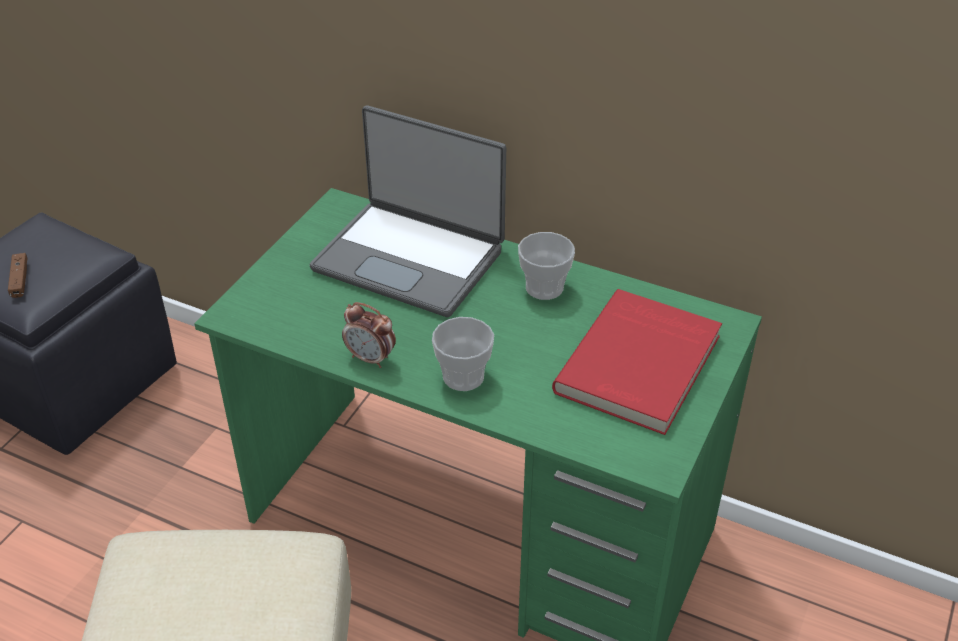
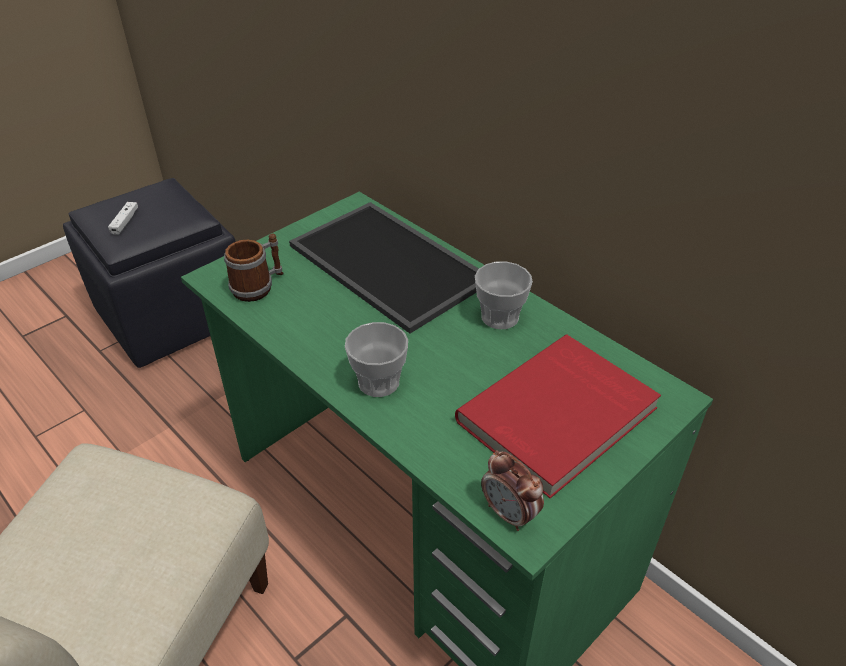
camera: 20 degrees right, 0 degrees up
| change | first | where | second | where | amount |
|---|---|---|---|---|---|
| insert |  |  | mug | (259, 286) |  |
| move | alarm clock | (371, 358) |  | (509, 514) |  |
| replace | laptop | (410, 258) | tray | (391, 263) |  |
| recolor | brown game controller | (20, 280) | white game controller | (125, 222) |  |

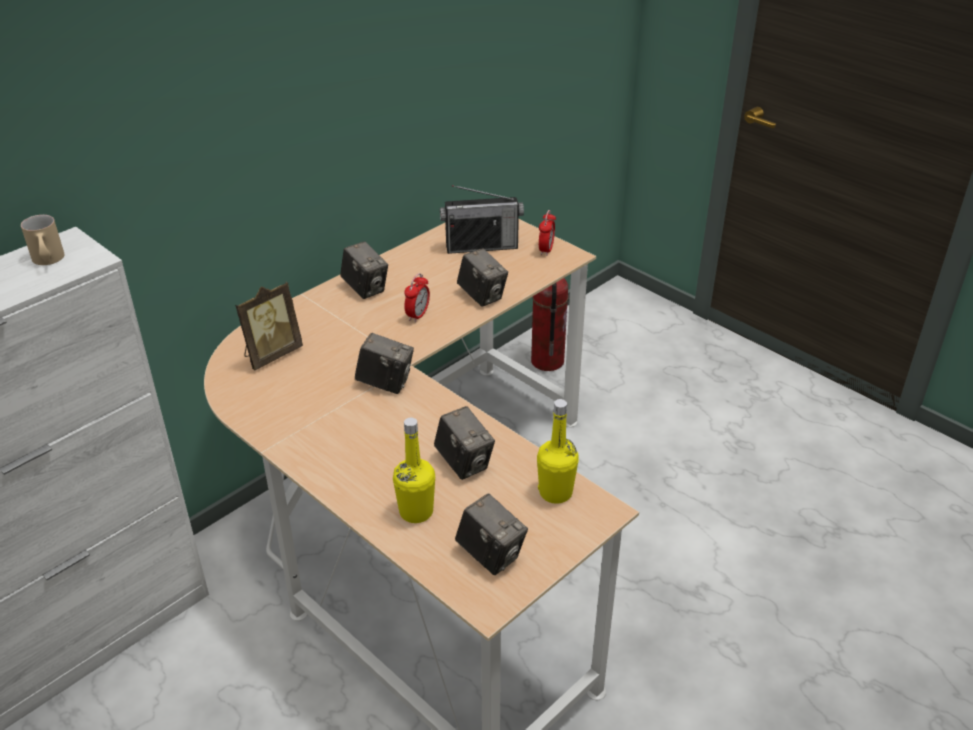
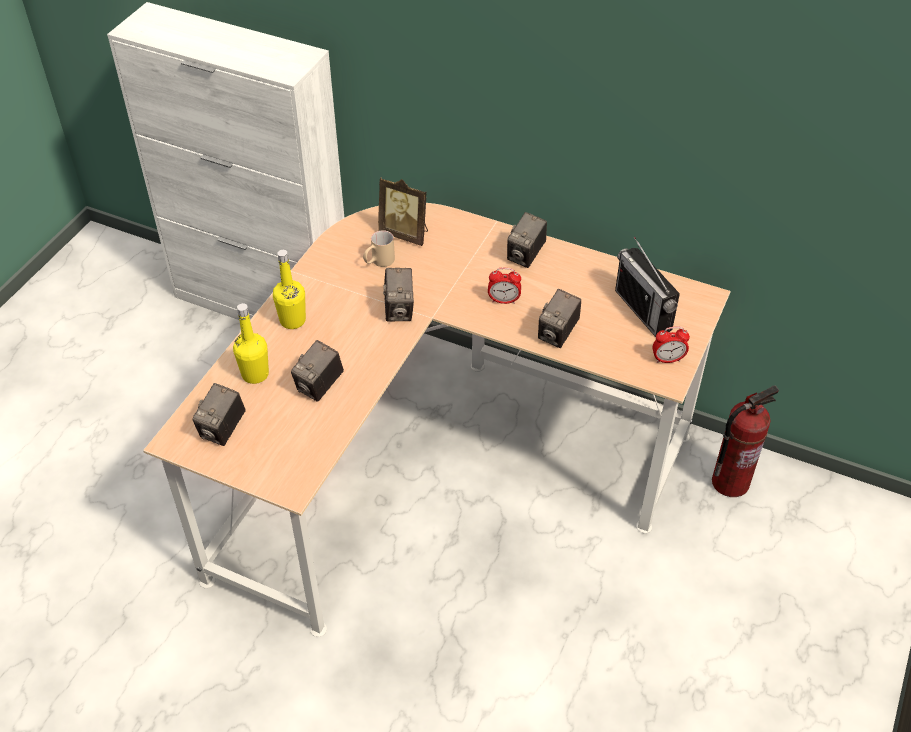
camera: 70 degrees right, 10 degrees up
| change | first | where | second | where | amount |
|---|---|---|---|---|---|
| move | beige mug | (48, 261) |  | (378, 262) |  |
| move | yellow bottle | (555, 492) |  | (292, 320) |  |

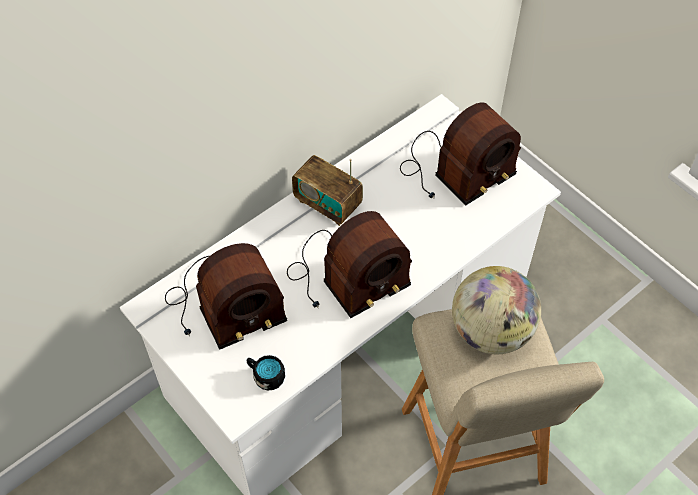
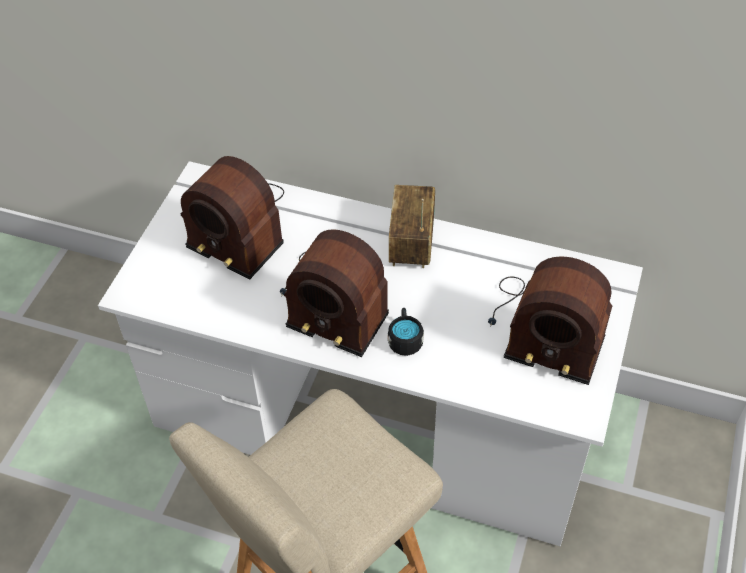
camera: 60 degrees right, 5 degrees down
| change | first | where | second | where | amount |
|---|---|---|---|---|---|
| delete | globe | (491, 331) |  |  |  |
| move | black mug | (265, 376) |  | (405, 339) |  |

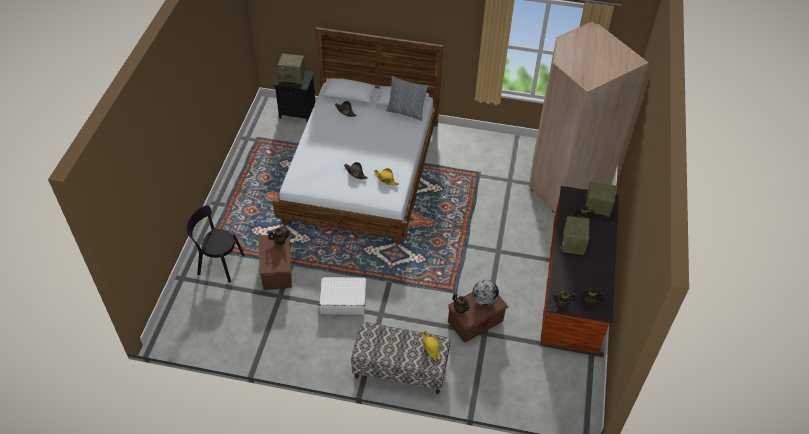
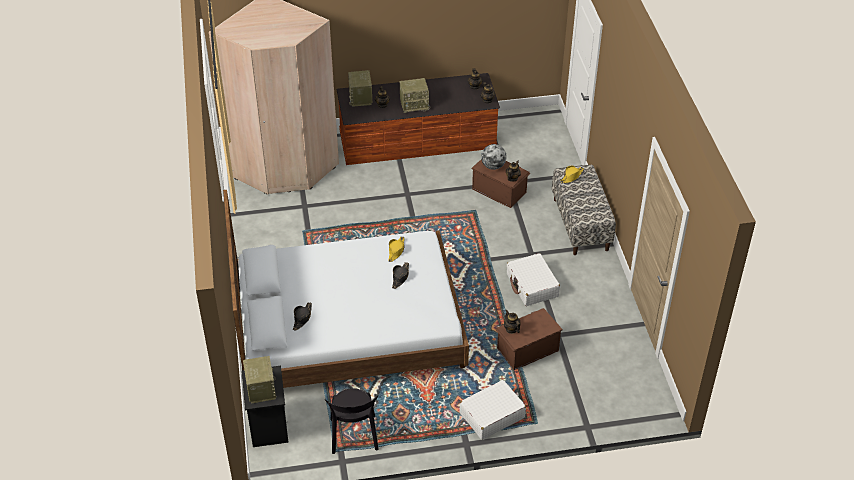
camera: 110 degrees left, 5 degrees down
| change | first | where | second | where | amount |
|---|---|---|---|---|---|
| delete | pillow | (406, 112) |  |  |  |
| insert |  |  | white suitcase | (491, 415) |  |
| move | black chair | (218, 264) |  | (354, 436) |  |

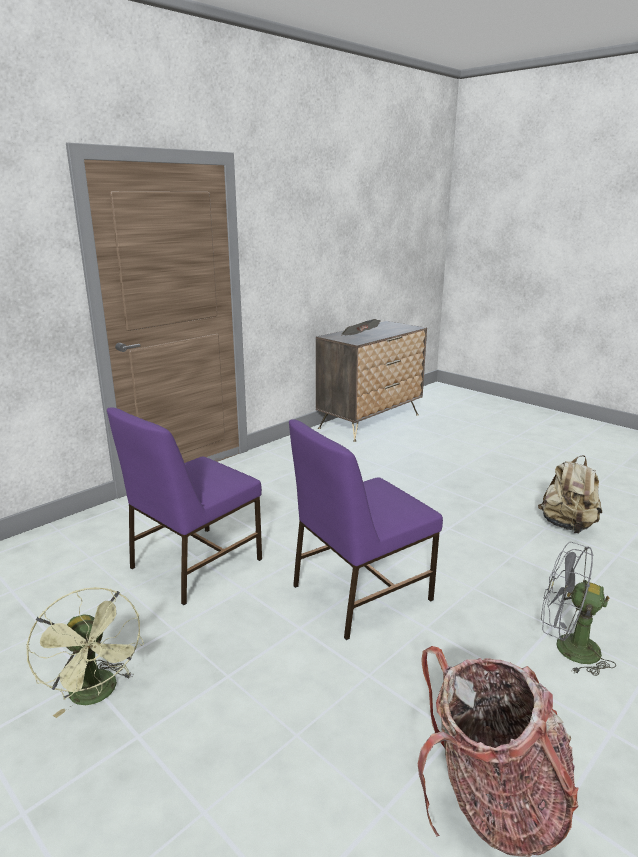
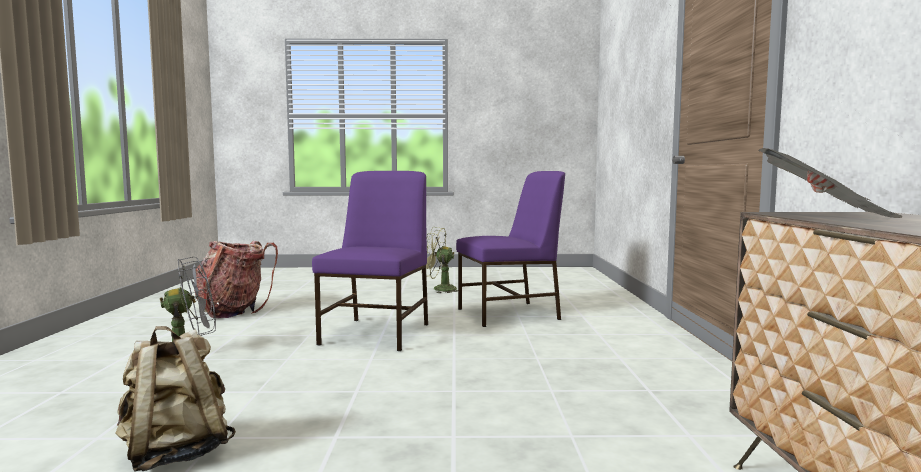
camera: 135 degrees right, 15 degrees down
| change | first | where | second | where | amount |
|---|---|---|---|---|---|
| rotate | purple chair | (193, 564) |  | (510, 314) | 75 degrees clockwise |

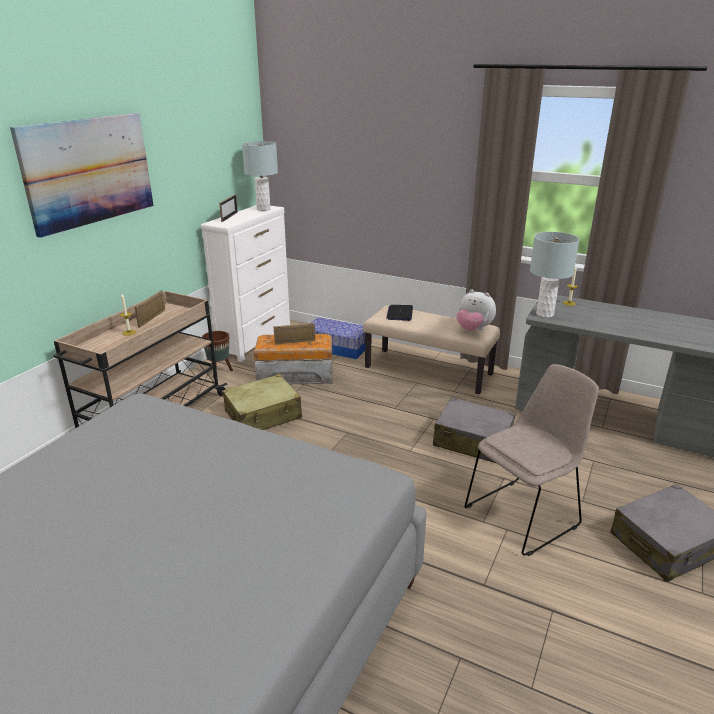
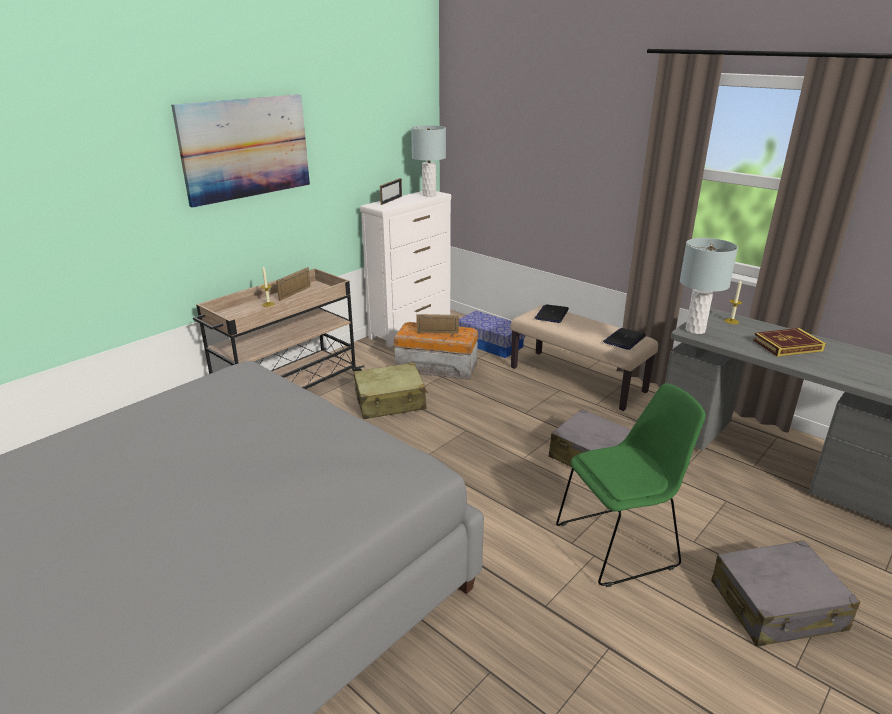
camera: 15 degrees right, 0 degrees up
| change | first | where | second | where | amount |
|---|---|---|---|---|---|
| delete | brown planter | (219, 372) |  |  |  |
| insert |  |  | book | (787, 346) |  |
| replace | plush toy | (473, 329) | laptop | (624, 339) |  |
| recolor | beige chair | (524, 514) | green chair | (619, 544) |  |

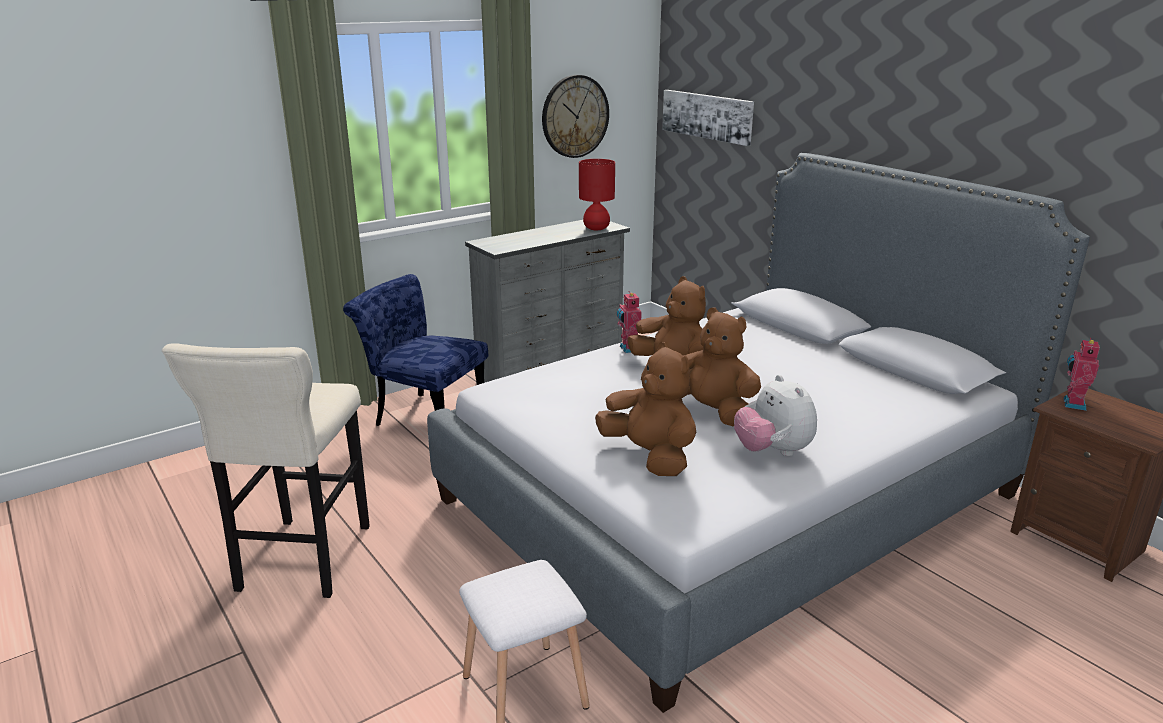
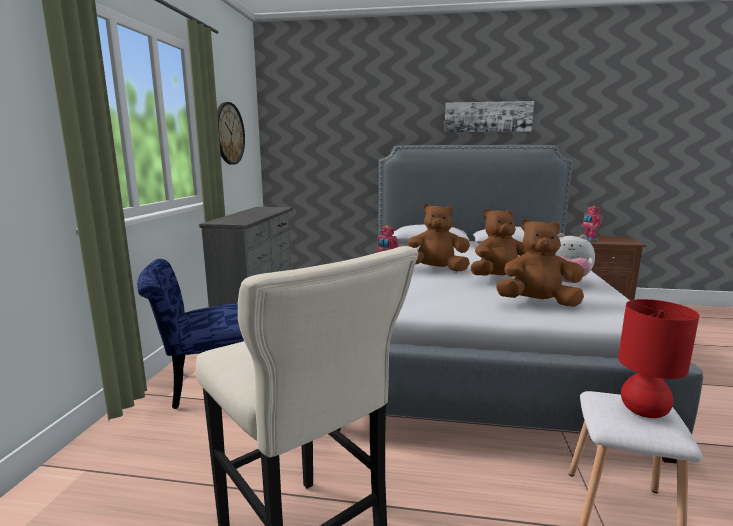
camera: 45 degrees left, 10 degrees down
| change | first | where | second | where | amount |
|---|---|---|---|---|---|
| move | red table lamp | (596, 228) |  | (643, 410) |  |
| move | picture | (707, 116) |  | (487, 117) |  |

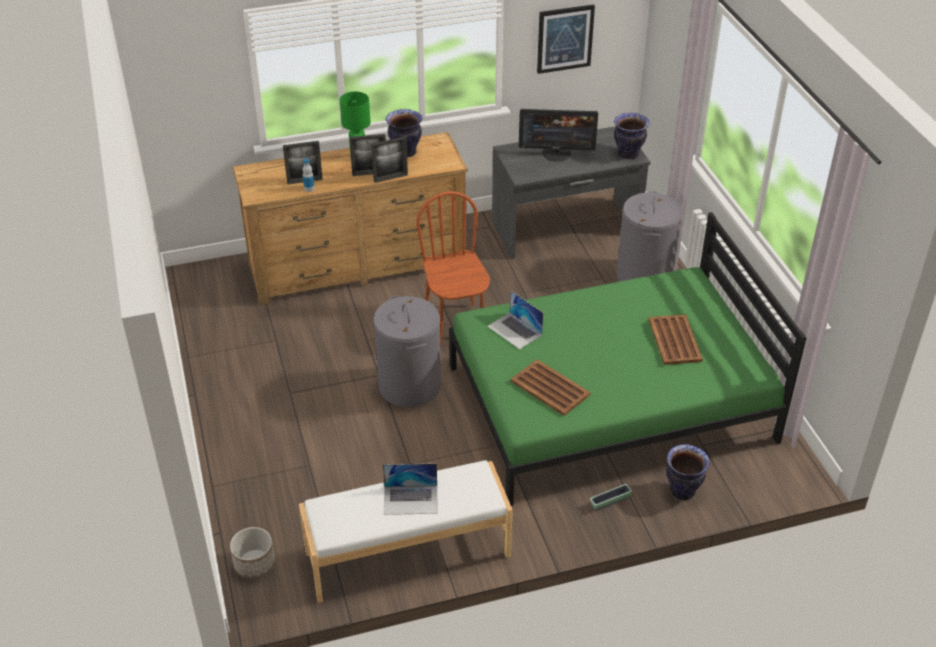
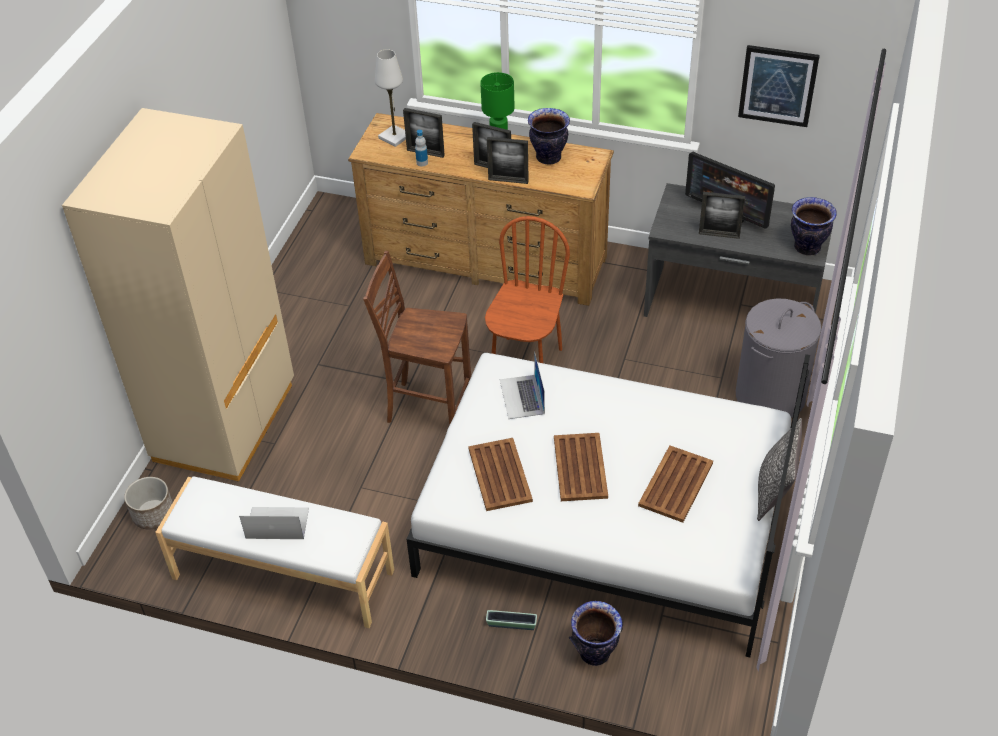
camera: 35 degrees right, 5 degrees up
| change | first | where | second | where | amount |
|---|---|---|---|---|---|
| insert |  |  | beige wardrobe | (225, 423) |  |
| insert |  |  | white table lamp | (394, 137) |  |
| insert |  |  | brown tray | (580, 467) |  |
| insert |  |  | picture frame | (719, 235) |  |
| insert |  |  | pillow | (774, 492) |  |
| replace | grey laundry basket | (409, 386) | brown chair | (427, 407) |  |
| recolor | green bed | (609, 403) | white bed | (605, 520) |  |
| rotate | laptop | (410, 500) |  | (277, 523) | 150 degrees clockwise |

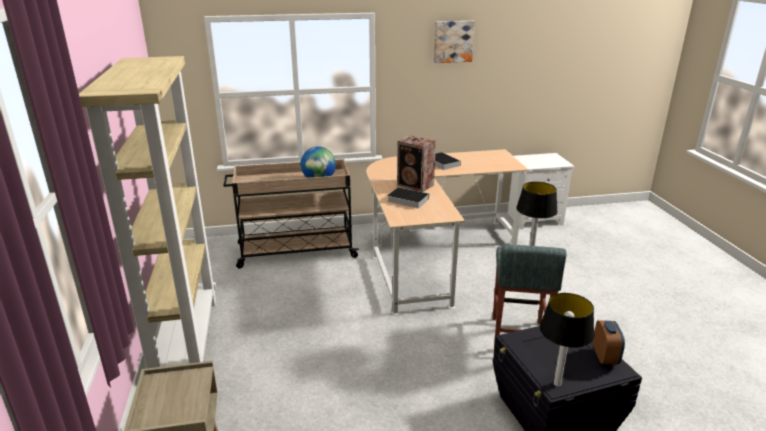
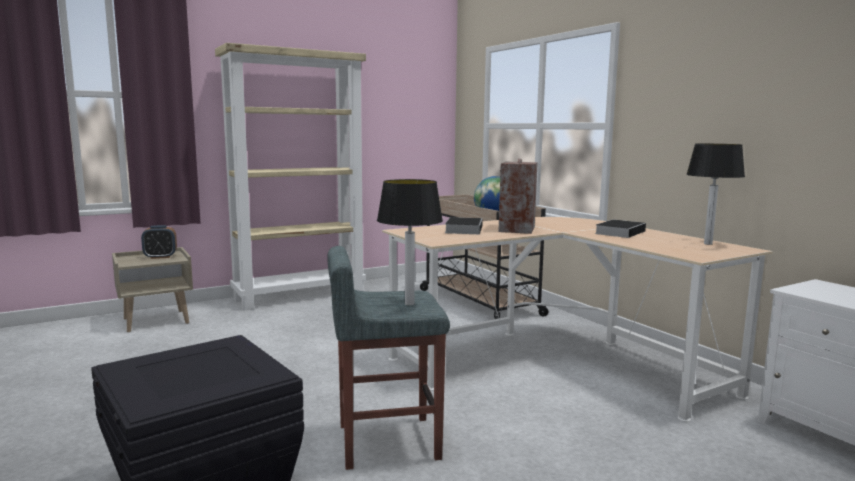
camera: 70 degrees right, 15 degrees down
| change | first | where | second | where | amount |
|---|---|---|---|---|---|
| delete | picture | (453, 41) |  |  |  |
| move | table lamp | (557, 383) |  | (708, 244) |  |
| move | alarm clock | (605, 357) |  | (160, 257) |  |

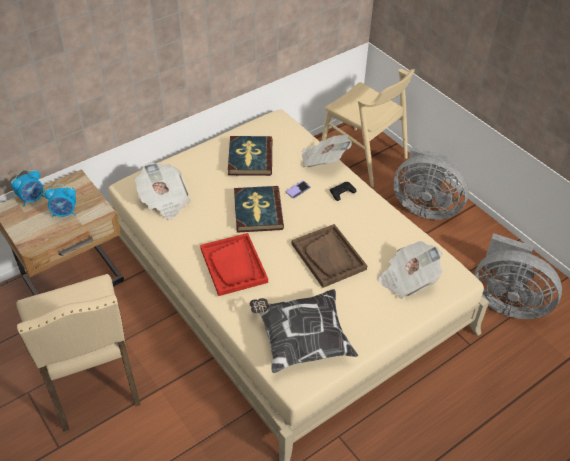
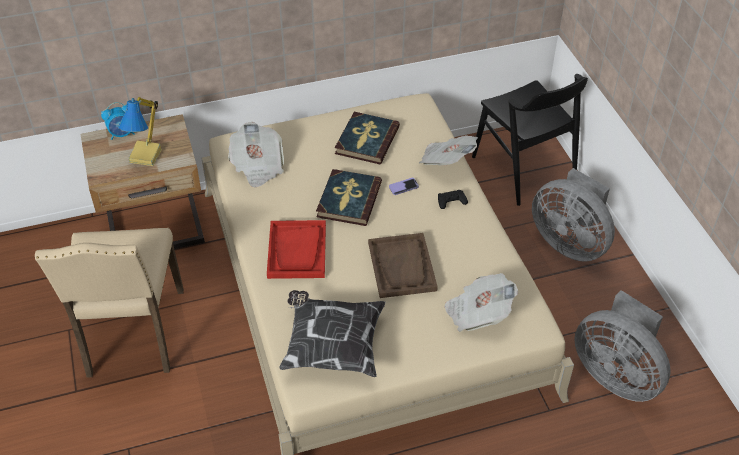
camera: 20 degrees right, 0 degrees up
| change | first | where | second | where | amount |
|---|---|---|---|---|---|
| replace | alarm clock | (65, 213) | table lamp | (147, 155) |  |
| recolor | beige chair | (363, 157) | black chair | (523, 169) |  |

